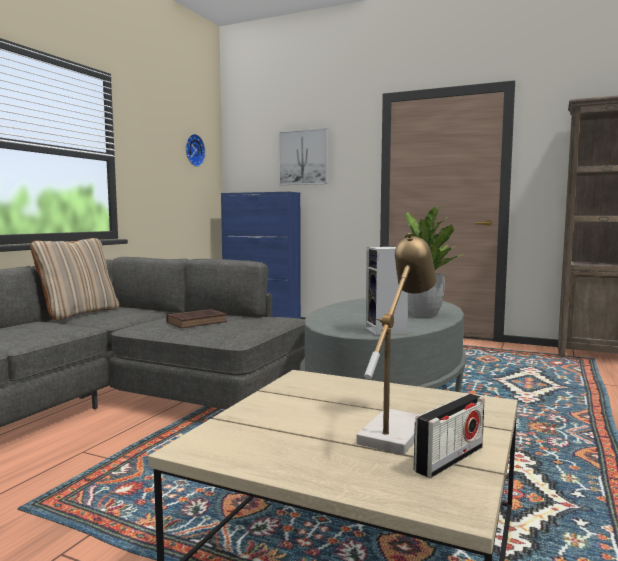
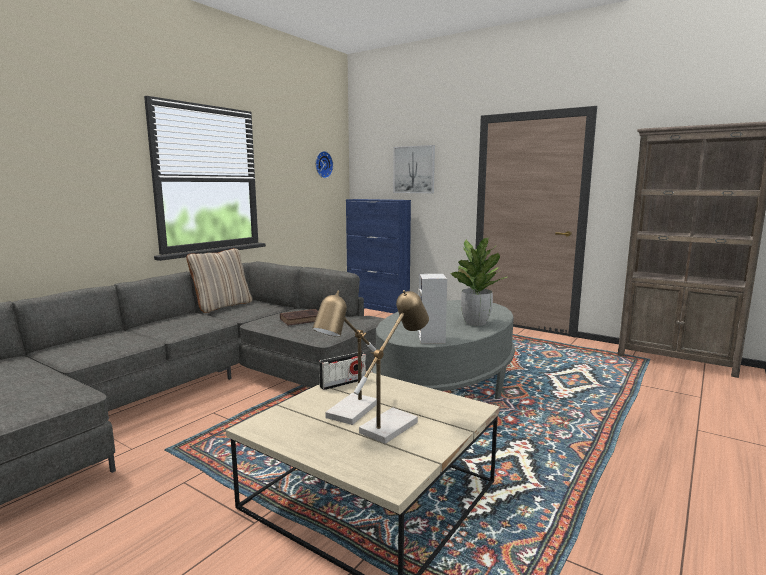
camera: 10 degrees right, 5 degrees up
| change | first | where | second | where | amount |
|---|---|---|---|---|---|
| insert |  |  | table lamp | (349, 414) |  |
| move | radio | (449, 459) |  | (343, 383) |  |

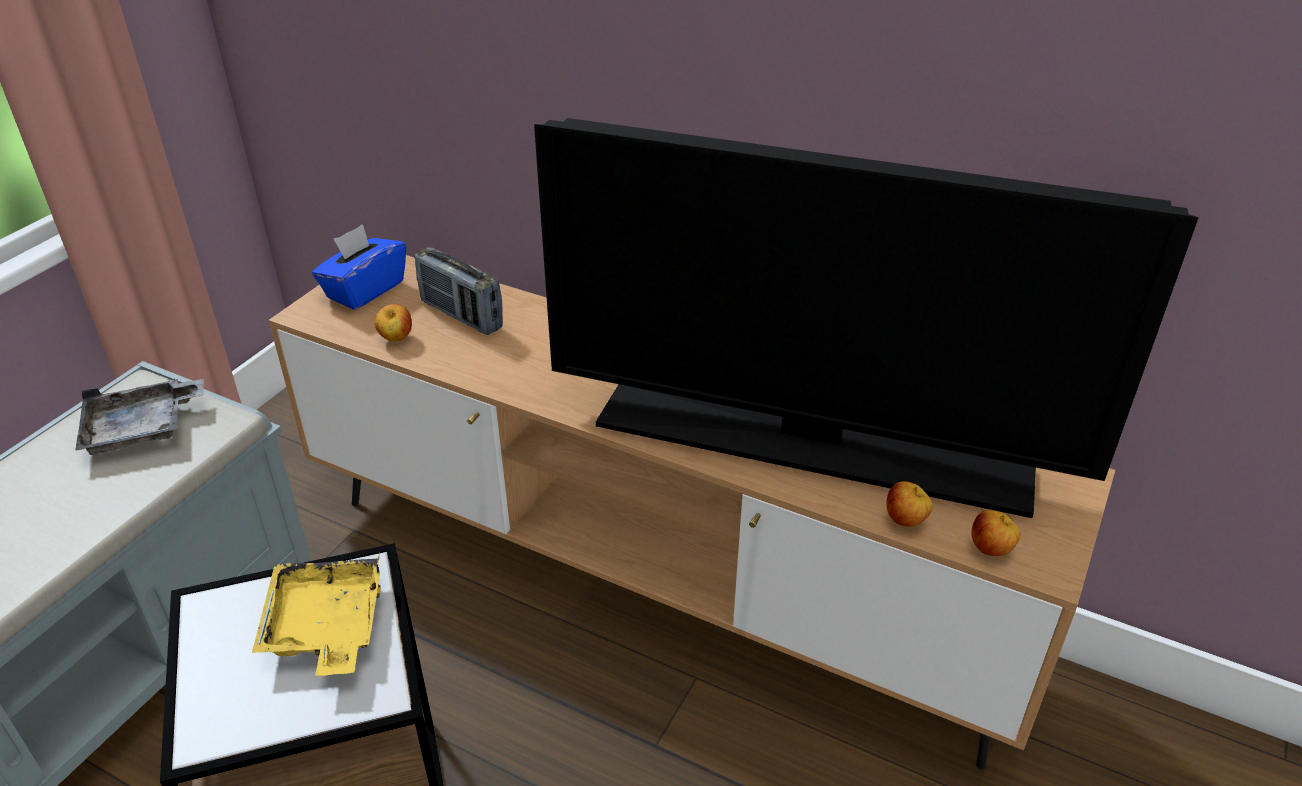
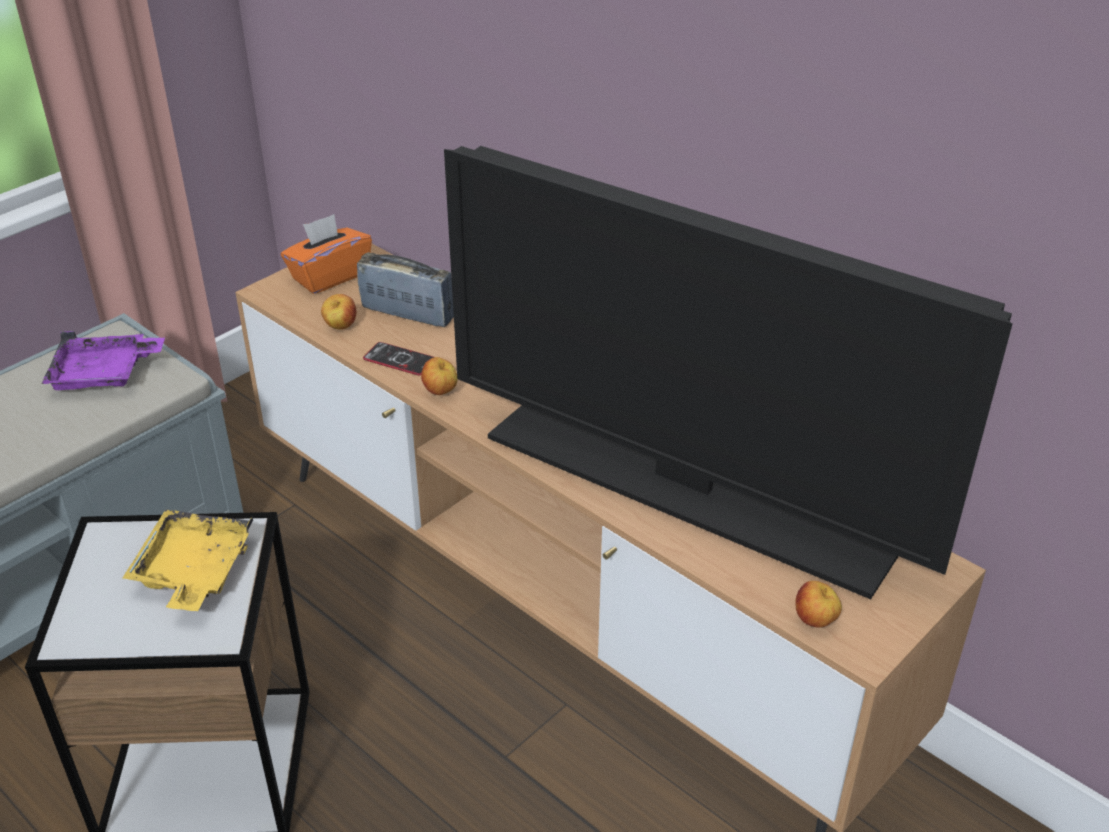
camera: 15 degrees right, 0 degrees up
| change | first | where | second | where | amount |
|---|---|---|---|---|---|
| insert |  |  | phone | (399, 360) |  |
| move | apple | (905, 521) |  | (440, 392) |  |
| recolor | grey tray | (142, 429) | purple tray | (104, 374) |  |
| recolor | blue tissue box | (364, 290) | orange tissue box | (329, 276) |  |
| rotate | radio | (461, 315) |  | (407, 314) | 150 degrees clockwise |

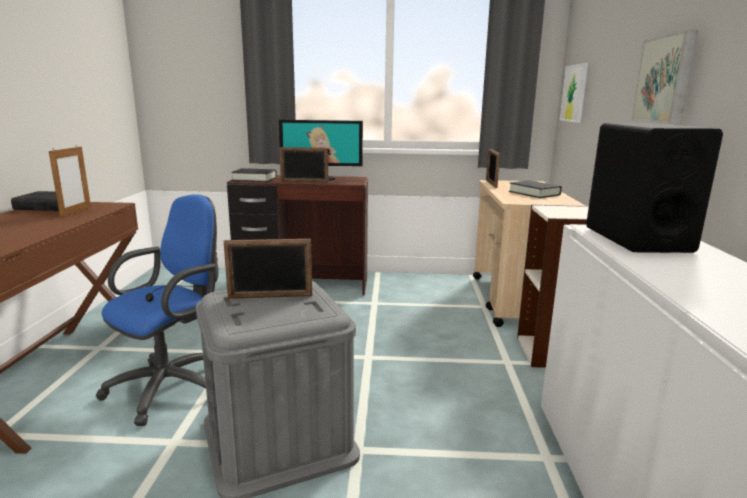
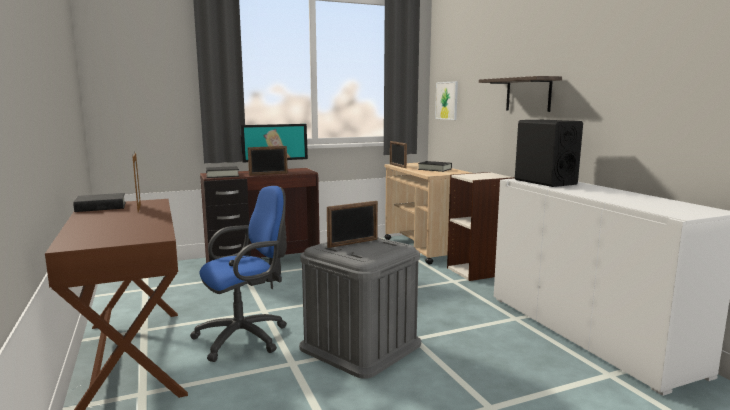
camera: 25 degrees left, 5 degrees down
| change | first | where | second | where | amount |
|---|---|---|---|---|---|
| replace | picture | (666, 80) | shelf | (528, 94) |  |
| rotate | blue office chair | (173, 385) |  | (246, 337) | 45 degrees clockwise |

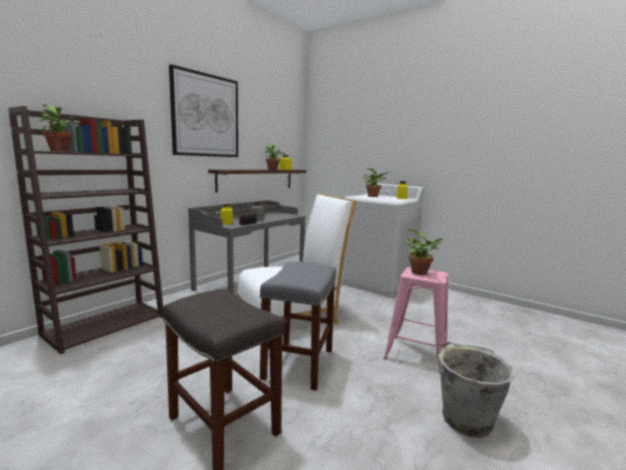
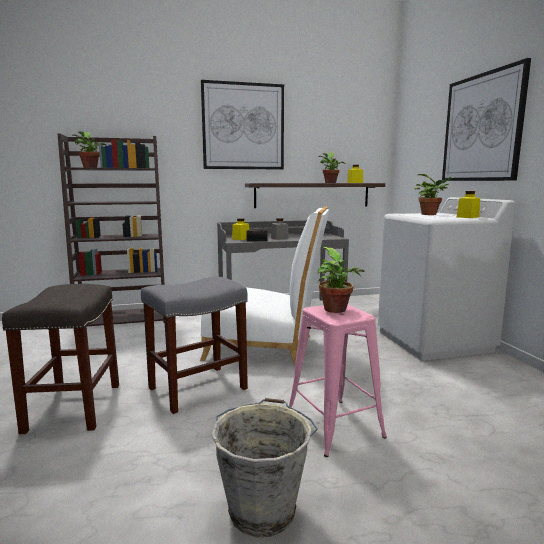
camera: 40 degrees right, 0 degrees up
| change | first | where | second | where | amount |
|---|---|---|---|---|---|
| insert |  |  | picture | (482, 128) |  |

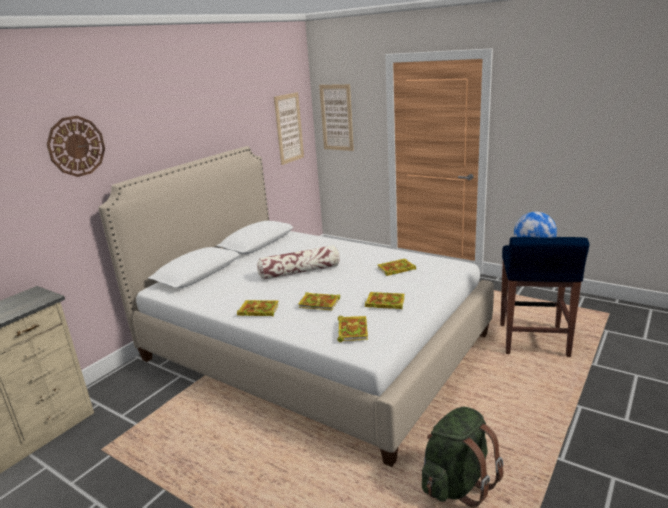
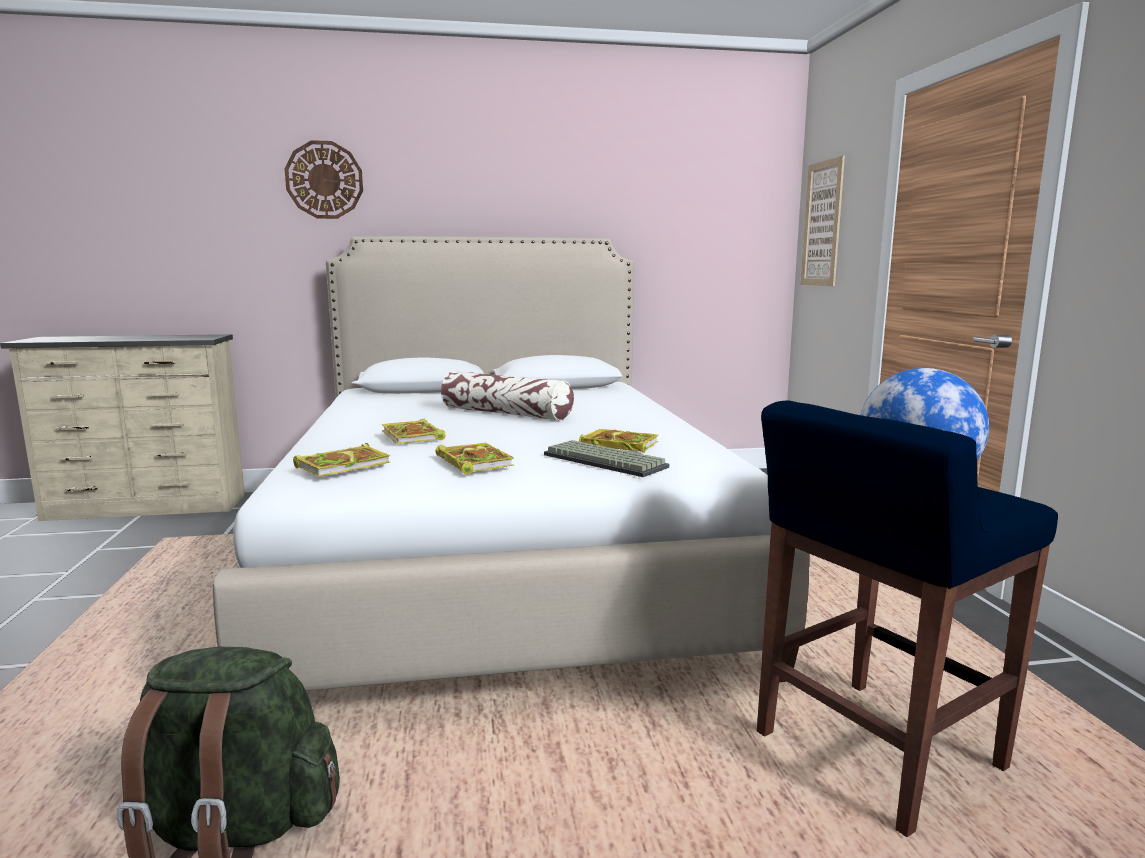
camera: 45 degrees right, 10 degrees down
| change | first | where | second | where | amount |
|---|---|---|---|---|---|
| delete | book | (257, 310) |  |  |  |
| delete | picture | (289, 128) |  |  |  |
| insert |  |  | keyboard | (607, 461) |  |

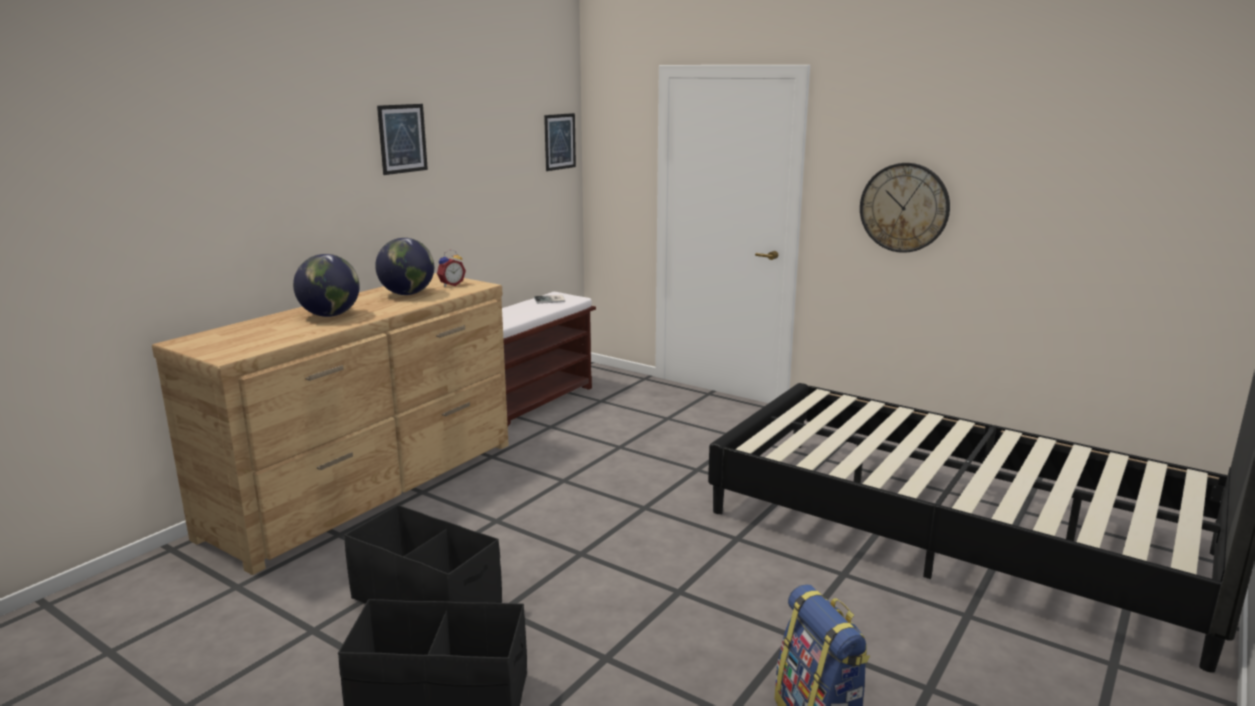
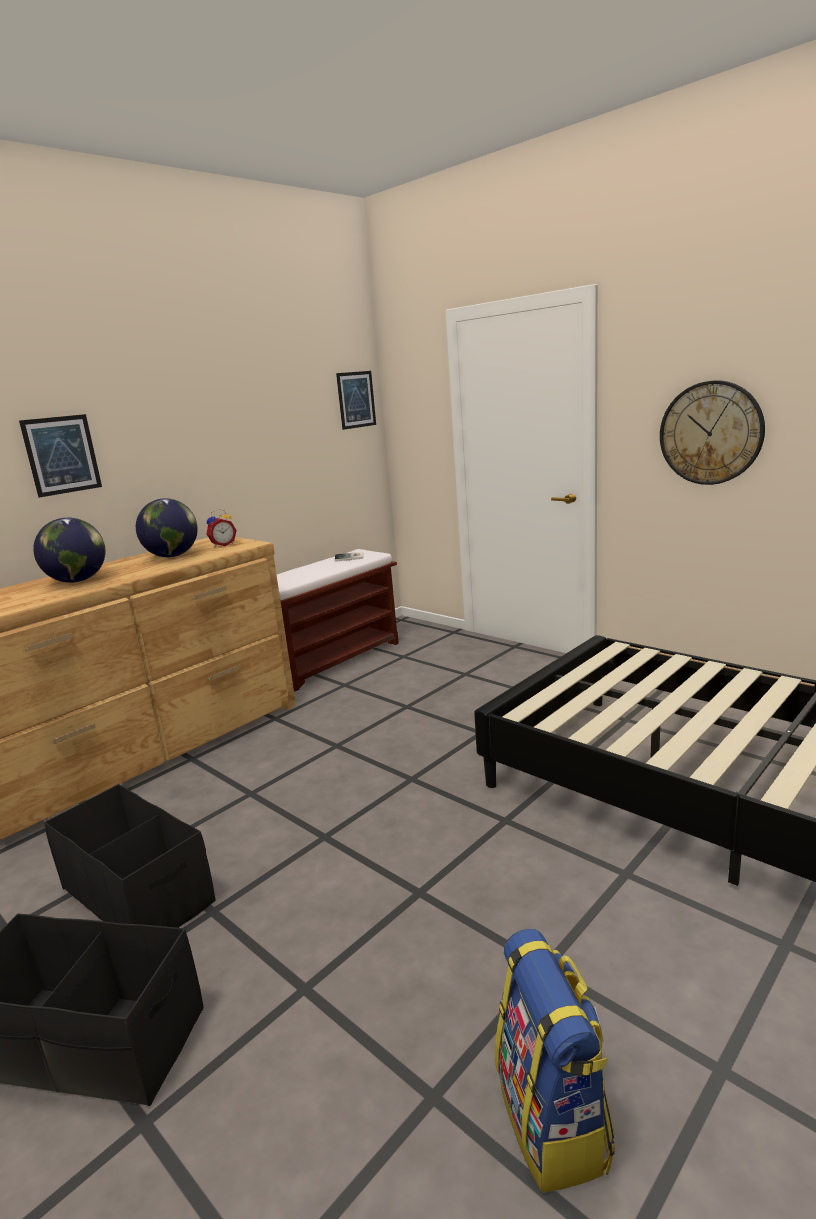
camera: 10 degrees right, 0 degrees up
| change | first | where | second | where | amount |
|---|---|---|---|---|---|
| move | picture | (402, 138) |  | (62, 455) |  |

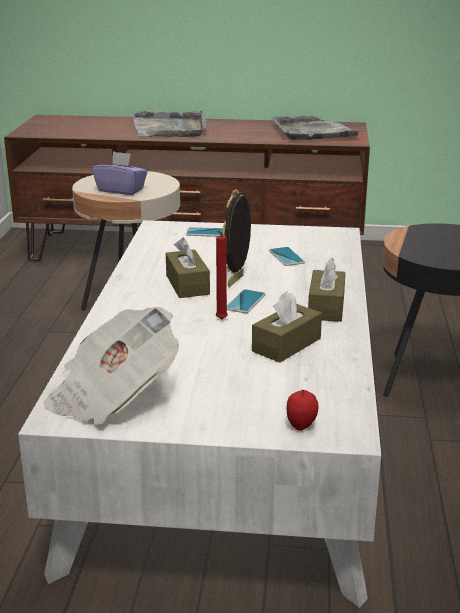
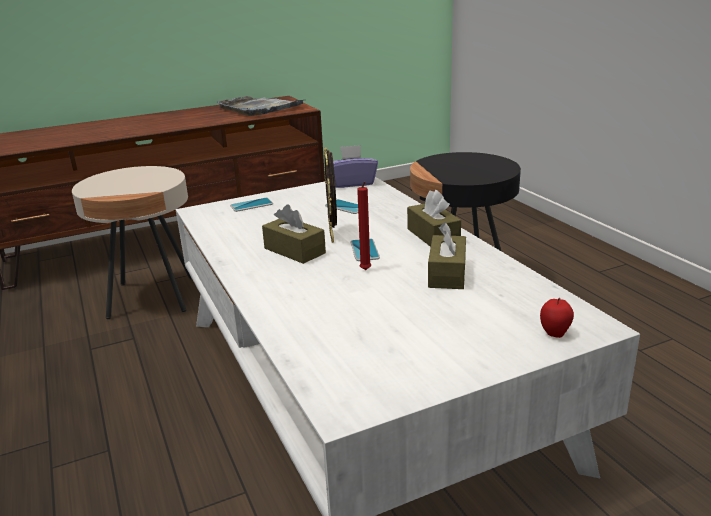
camera: 30 degrees left, 0 degrees up
| change | first | where | second | where | amount |
|---|---|---|---|---|---|
| delete | newspaper | (112, 395) |  |  |  |
| delete | grey tray | (170, 128) |  |  |  |
| move | purple tissue box | (121, 190) |  | (352, 183) |  |

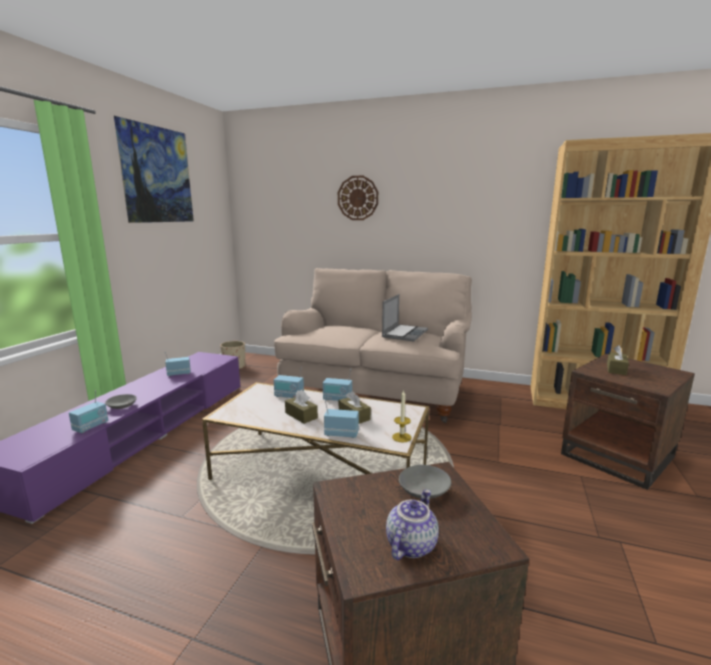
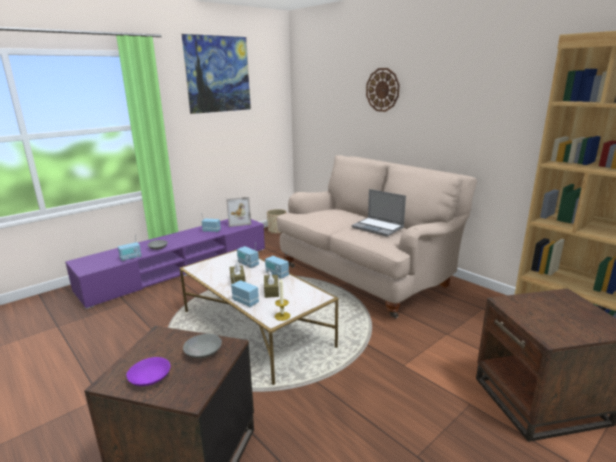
camera: 30 degrees right, 5 degrees up
| change | first | where | second | where | amount |
|---|---|---|---|---|---|
| delete | brown tissue box | (616, 369) |  |  |  |
| insert |  |  | picture frame | (239, 222) |  |
| replace | teapot | (410, 544) | purple bowl | (149, 378) |  |
| rotate | laptop | (404, 334) |  | (378, 228) | 75 degrees clockwise |

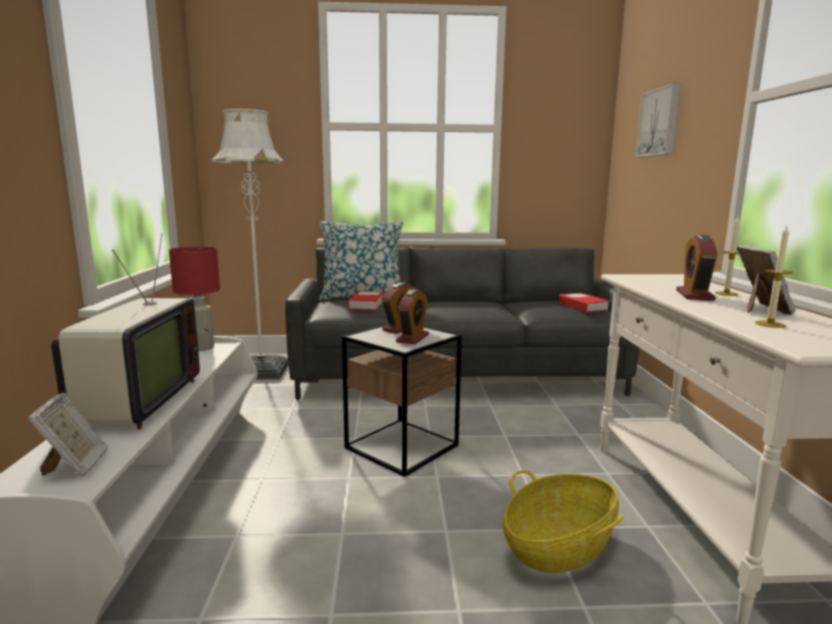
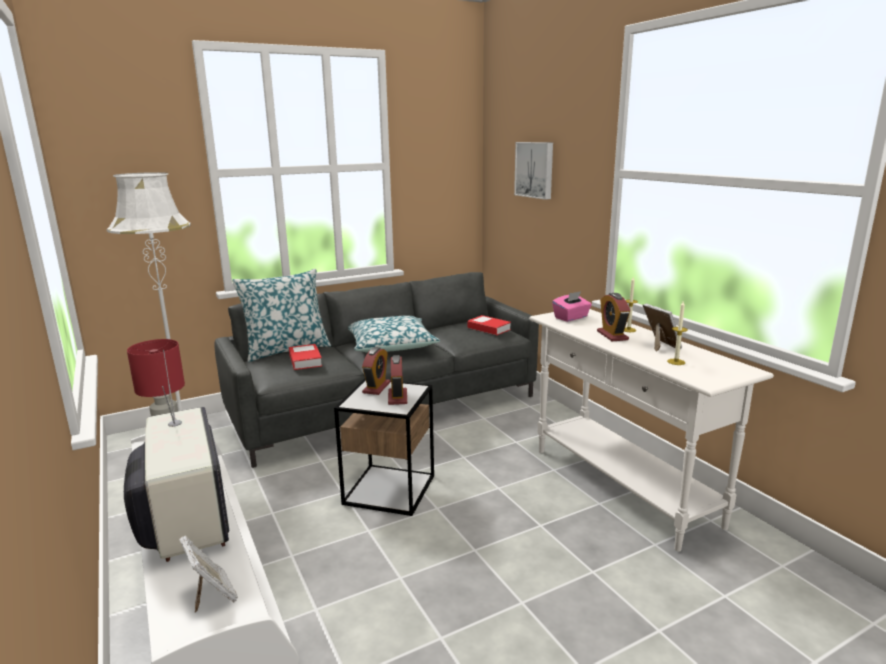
camera: 25 degrees left, 5 degrees up
| change | first | where | second | where | amount |
|---|---|---|---|---|---|
| delete | basket | (559, 546) |  |  |  |
| insert |  |  | pillow | (391, 345) |  |
| insert |  |  | pink tissue box | (571, 317) |  |

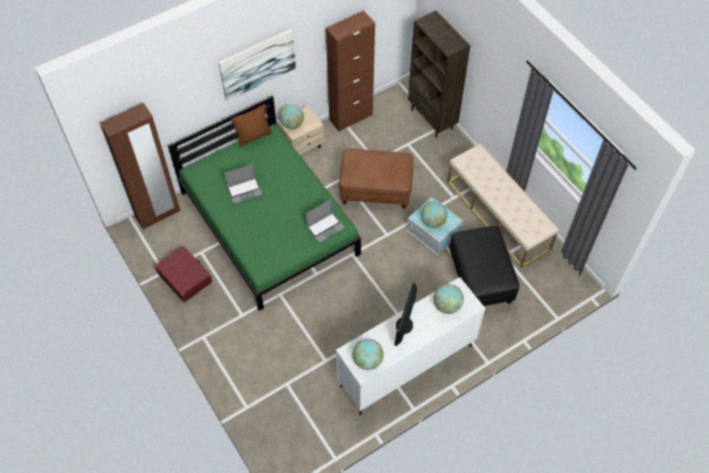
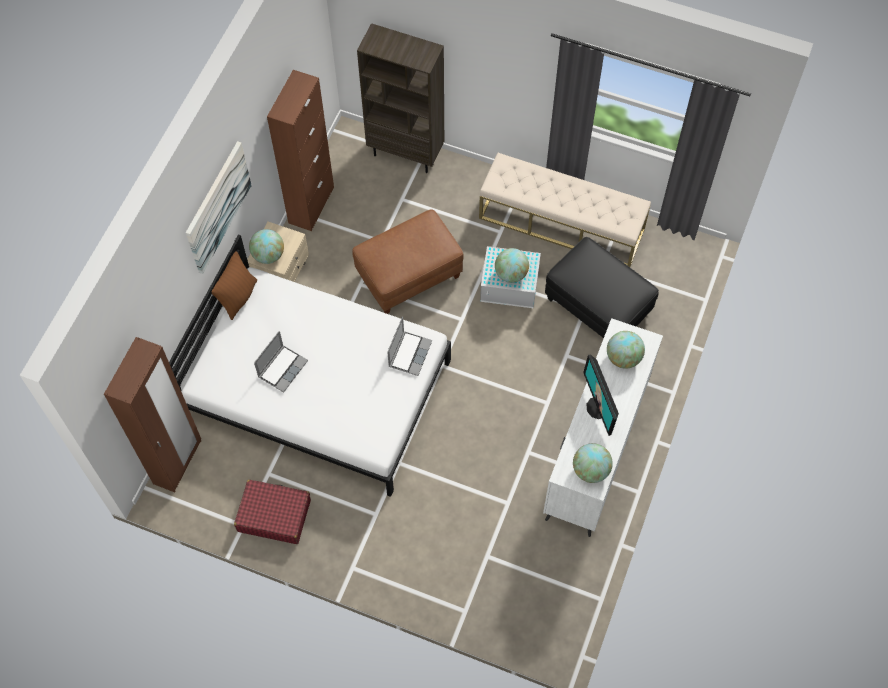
camera: 35 degrees left, 5 degrees up
| change | first | where | second | where | amount |
|---|---|---|---|---|---|
| recolor | green bed | (269, 223) | white bed | (319, 389) |  |

